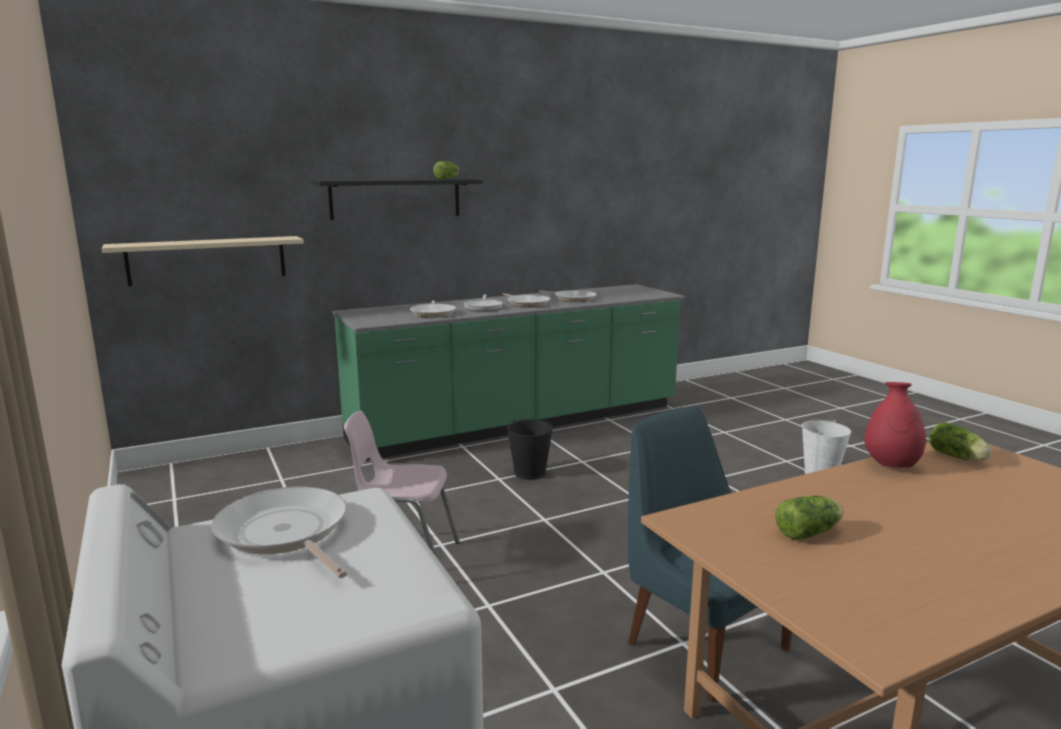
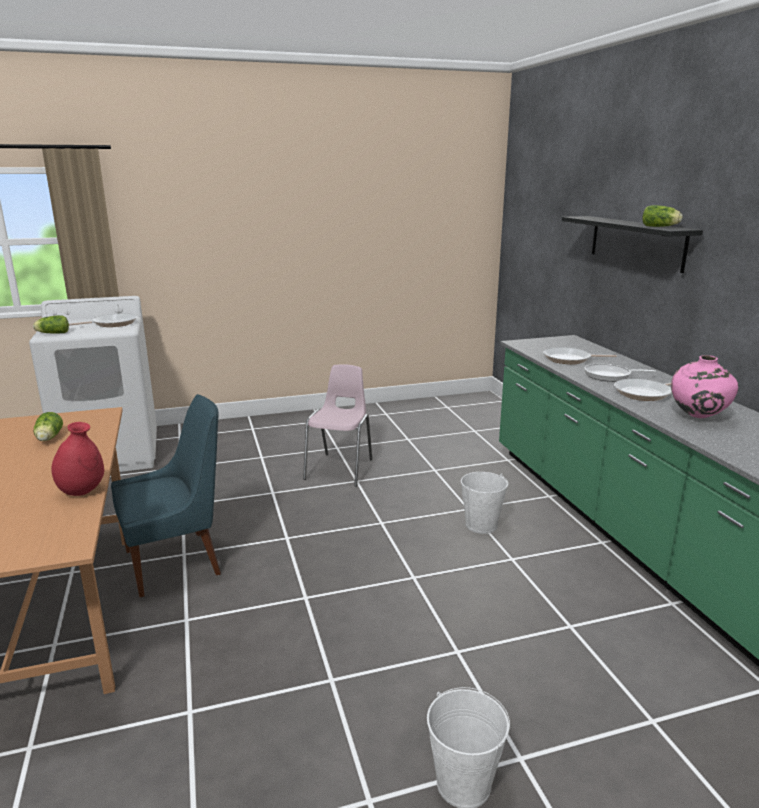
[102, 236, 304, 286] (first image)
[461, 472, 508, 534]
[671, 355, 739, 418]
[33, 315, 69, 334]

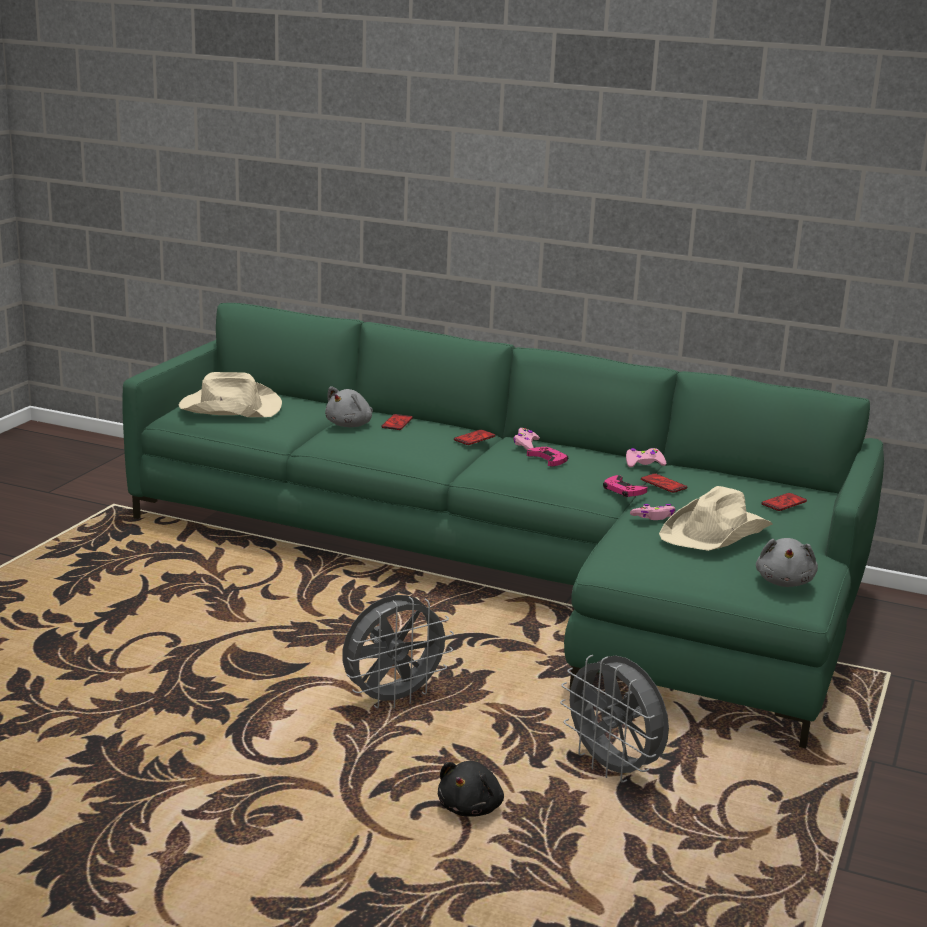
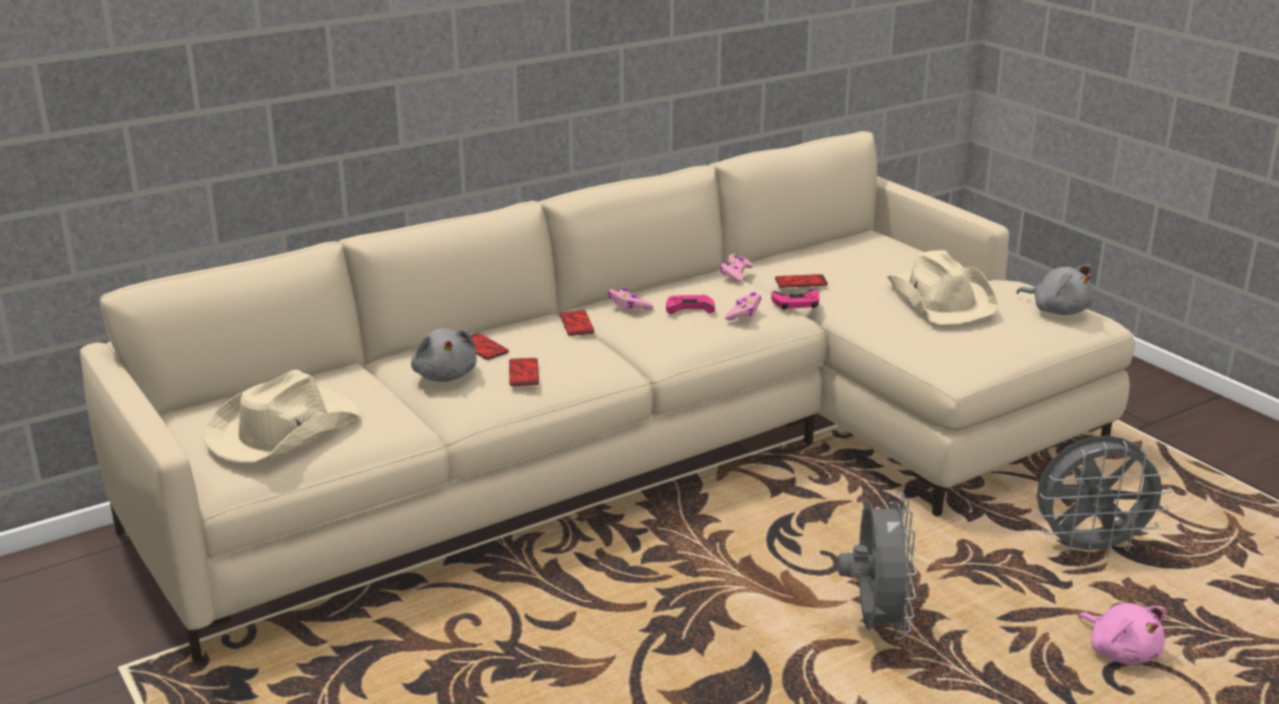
[80, 131, 1135, 663]
[1078, 603, 1166, 665]
[725, 292, 761, 320]
[509, 358, 539, 386]

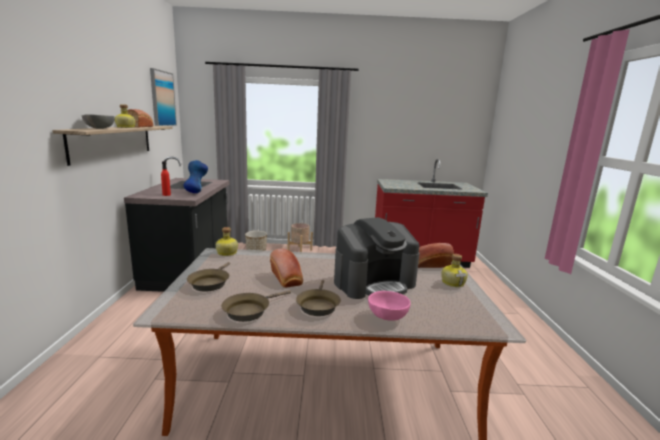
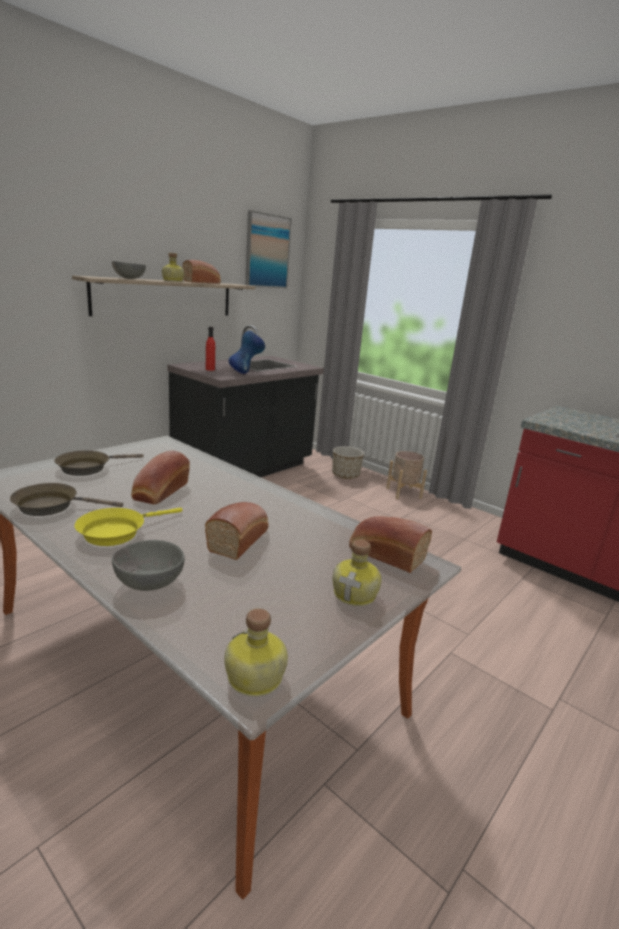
[224, 608, 288, 696]
[74, 508, 183, 546]
[205, 502, 269, 560]
[112, 540, 185, 591]

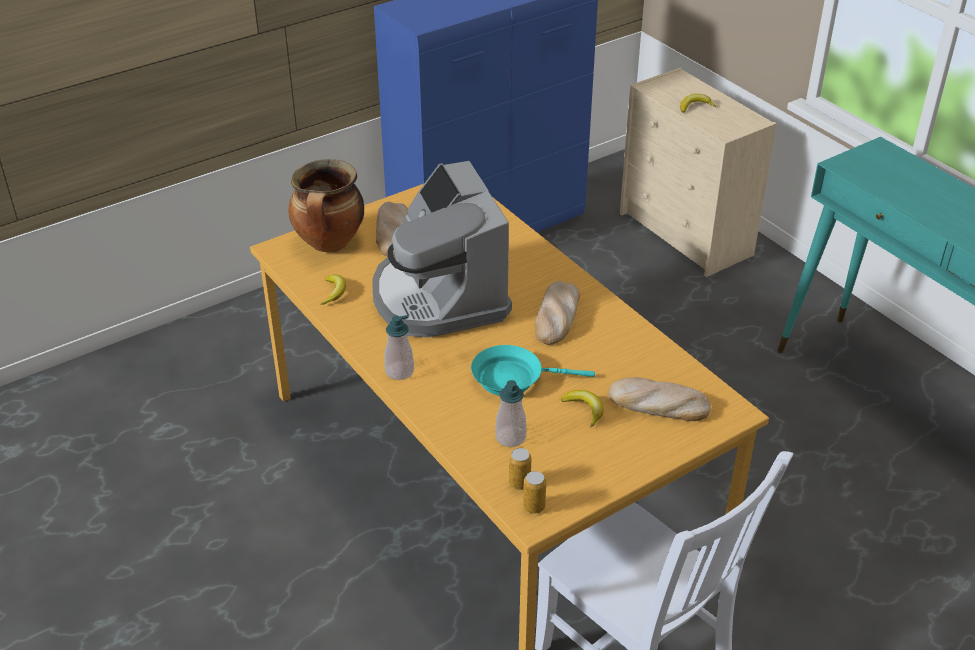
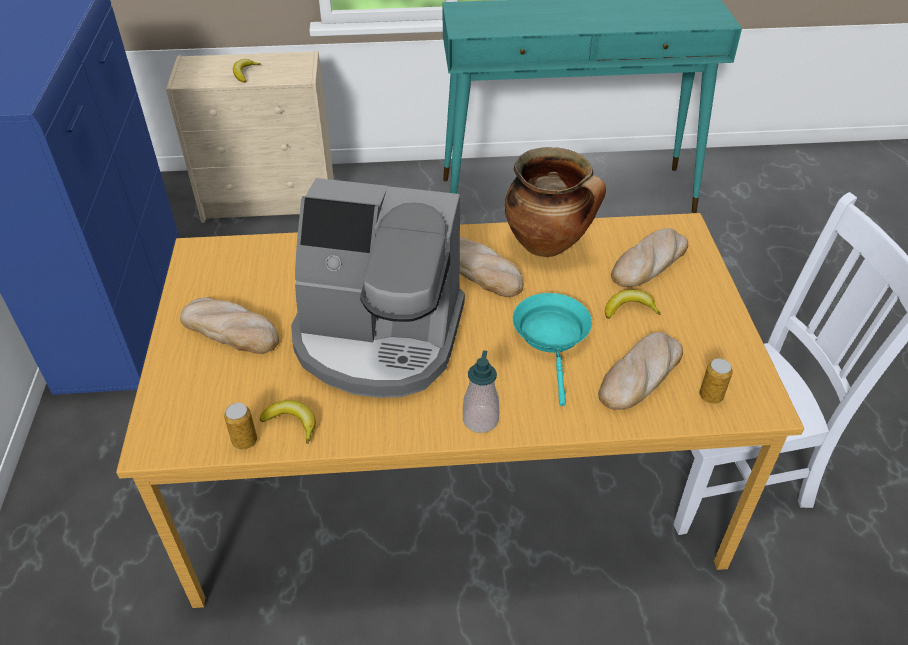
[505, 147, 606, 257]
[513, 293, 592, 406]
[598, 332, 683, 410]
[224, 403, 257, 449]

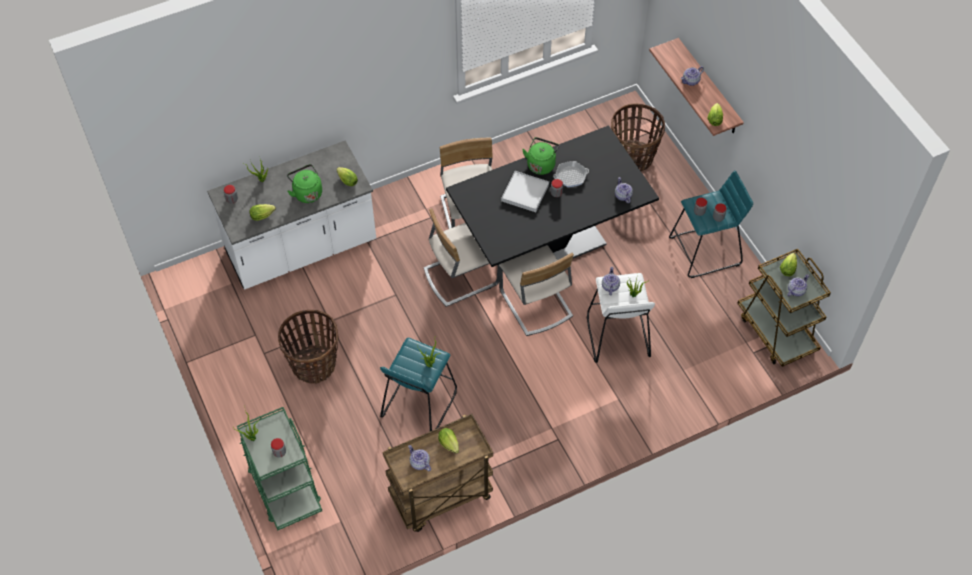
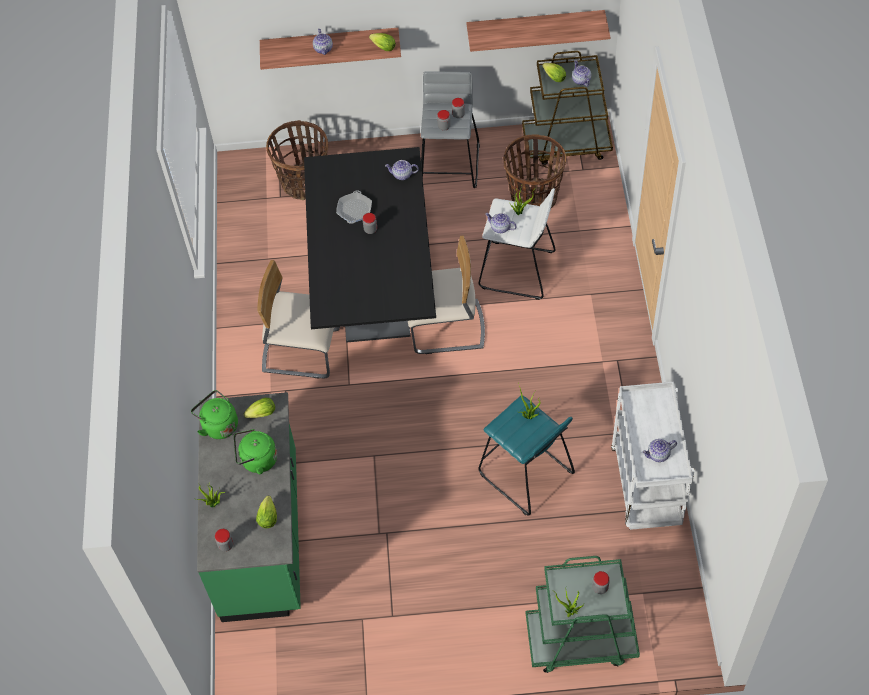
[197, 392, 301, 622]
[503, 134, 566, 208]
[611, 382, 695, 530]
[424, 208, 499, 307] (first image)
[438, 428, 459, 454] (first image)
[501, 171, 549, 212] (first image)
[191, 390, 238, 439]
[421, 71, 480, 188]
[467, 10, 610, 52]

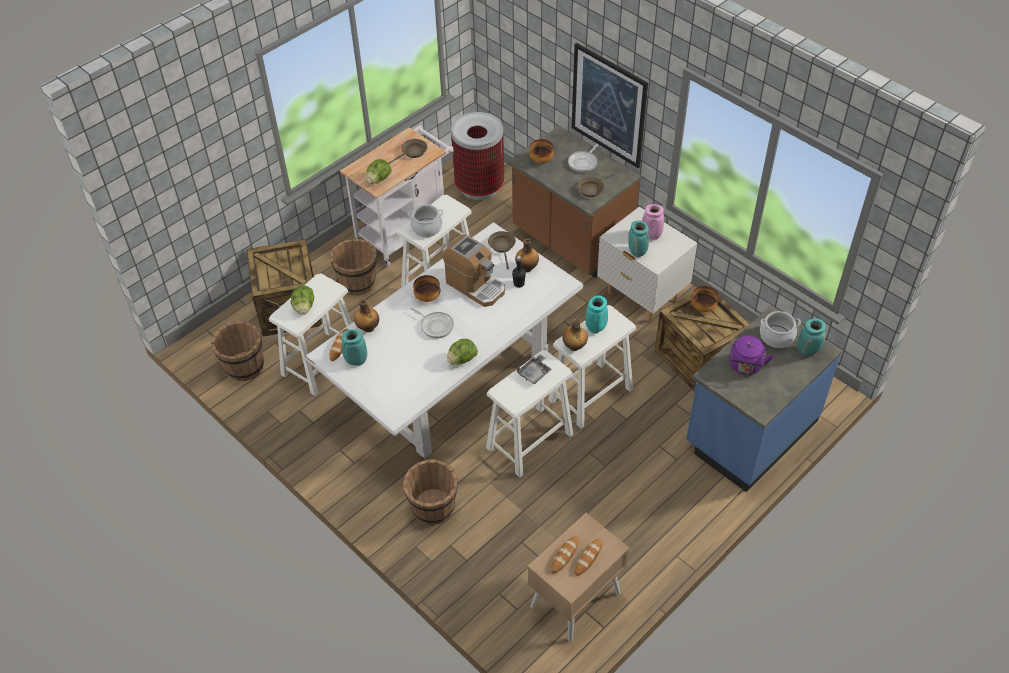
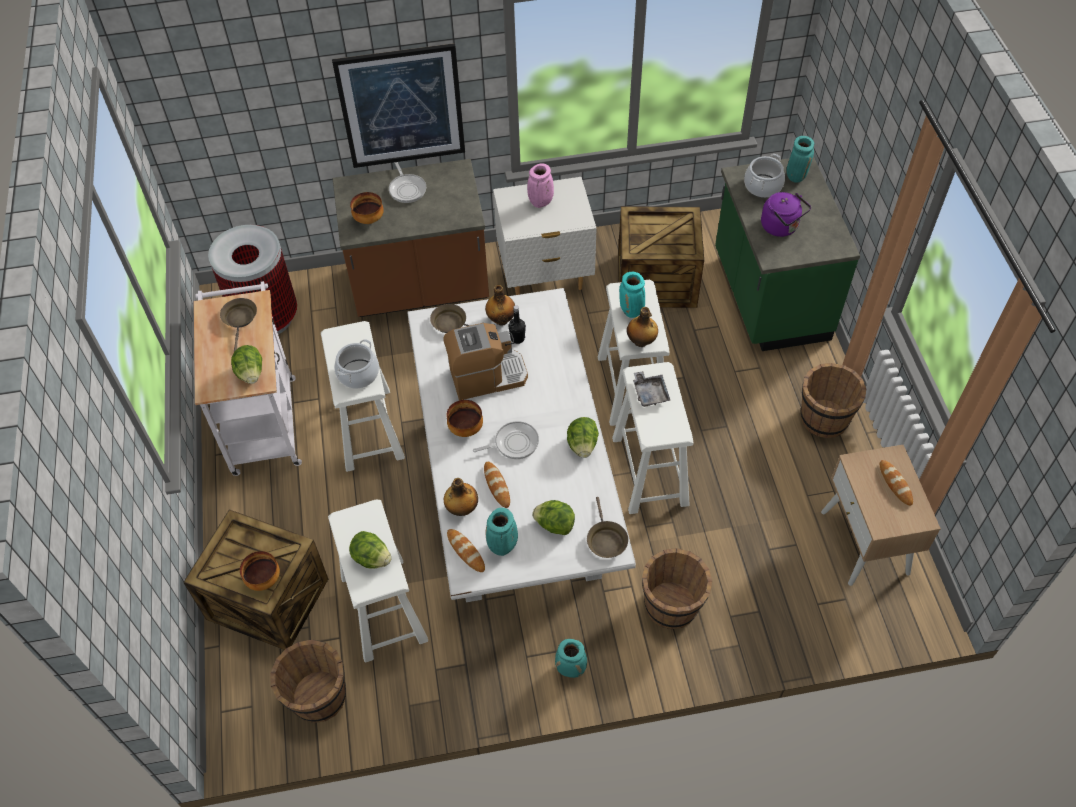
[801, 363, 866, 438]
[484, 462, 510, 508]
[587, 497, 628, 558]
[555, 639, 587, 678]
[715, 156, 860, 351]
[240, 551, 280, 591]
[532, 500, 575, 535]

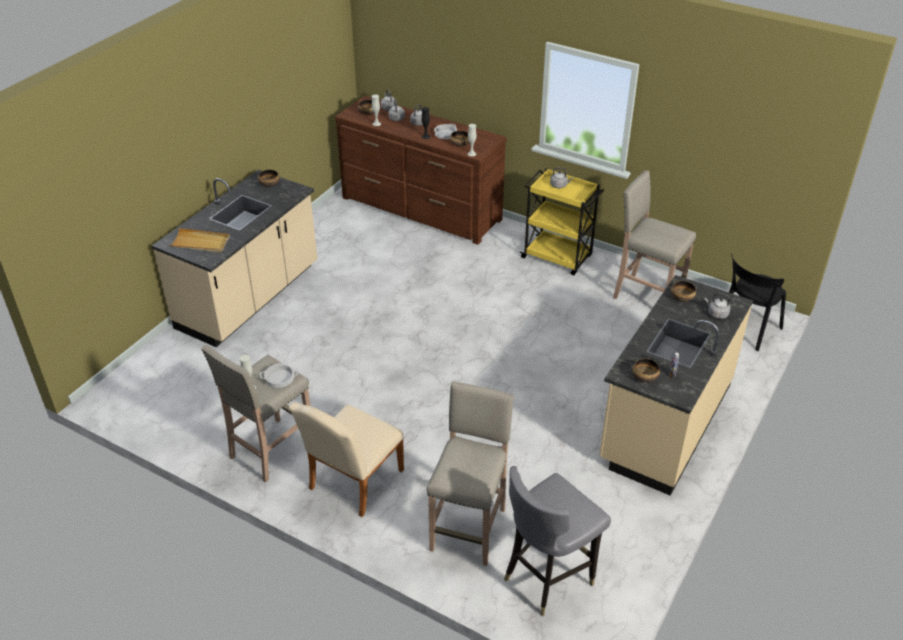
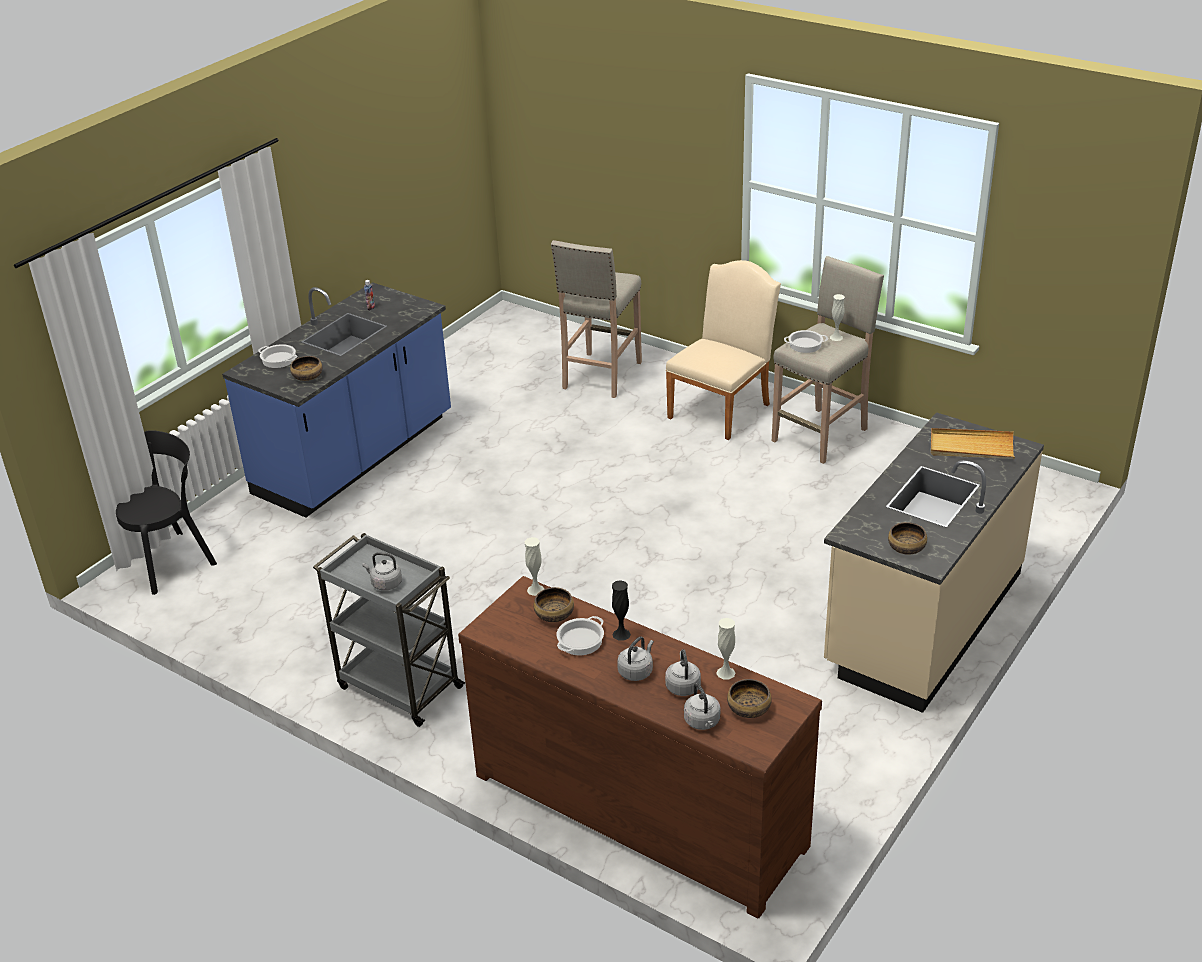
[504, 466, 611, 616] (first image)
[313, 533, 465, 727]
[222, 282, 451, 518]
[613, 170, 696, 299] (first image)
[632, 358, 660, 382] (first image)
[258, 344, 297, 368]

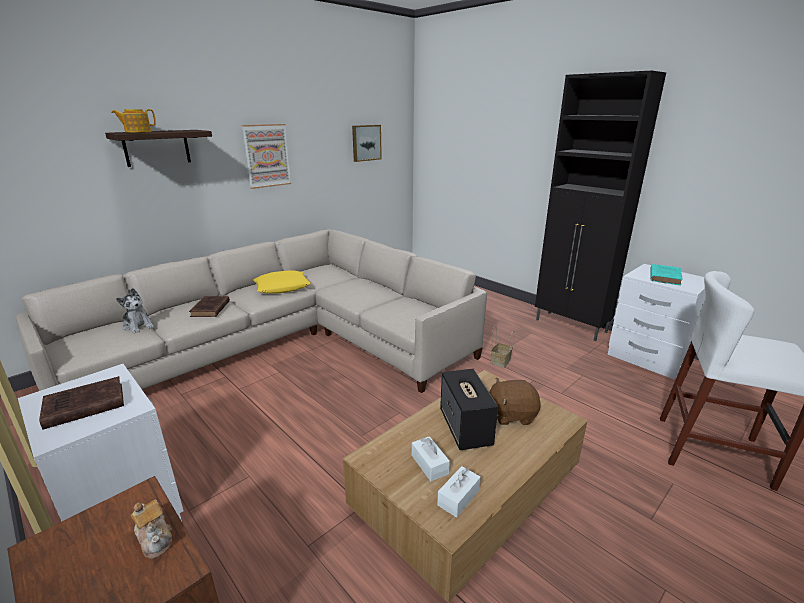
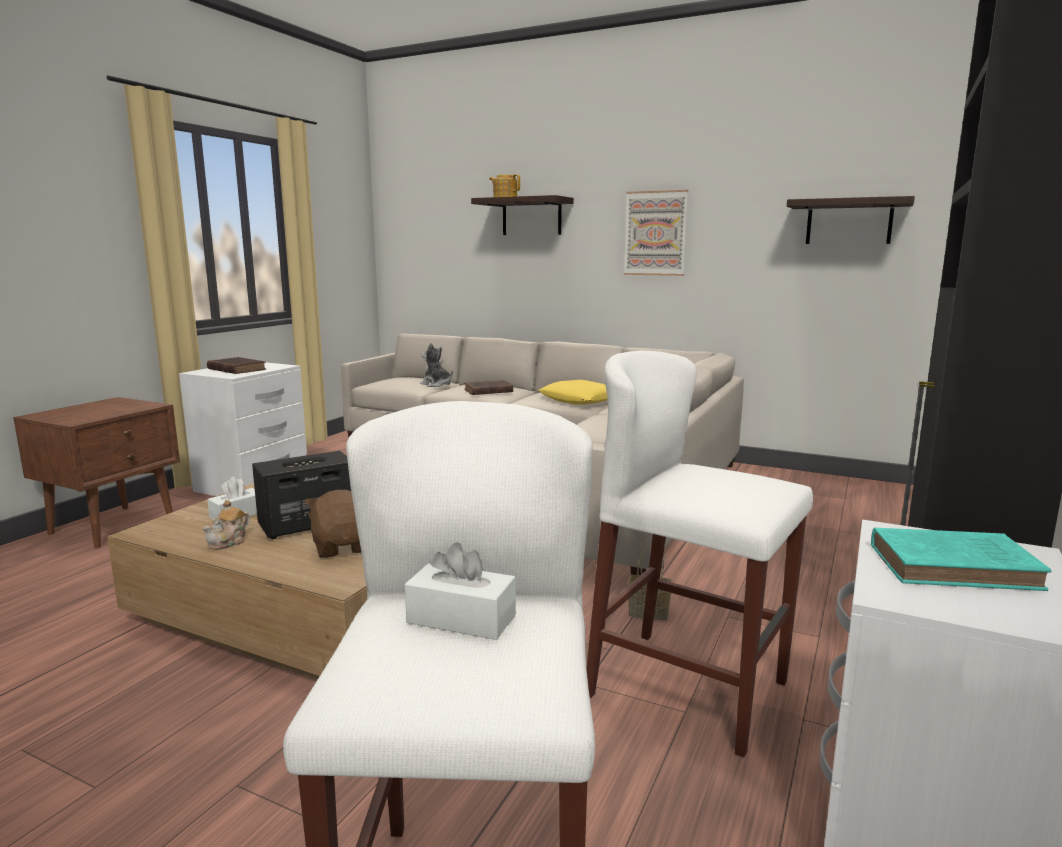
[420, 343, 453, 387]
[202, 500, 250, 550]
[787, 196, 915, 244]
[405, 542, 516, 640]
[586, 351, 813, 758]

